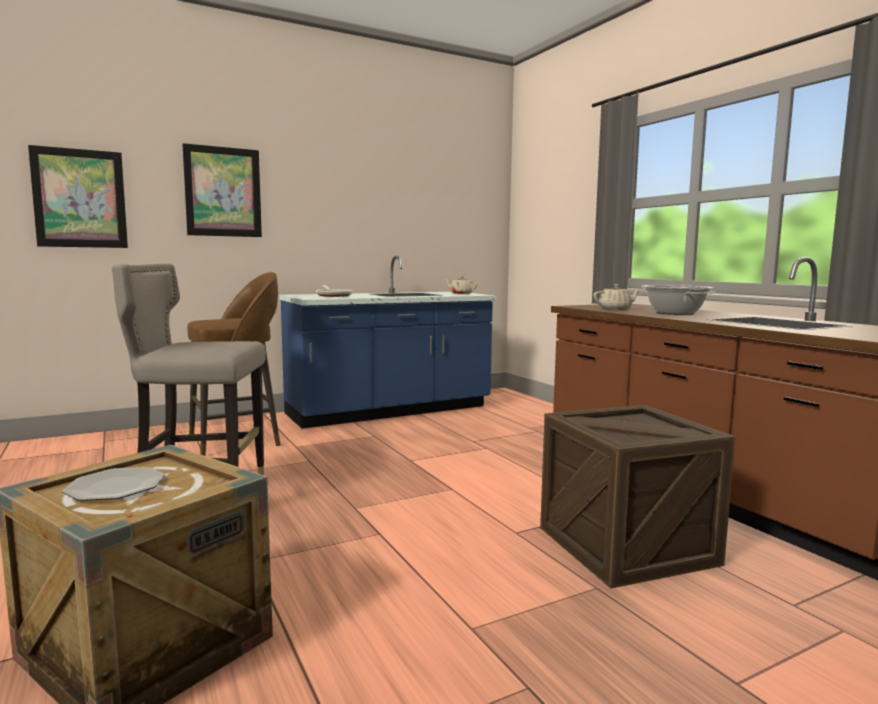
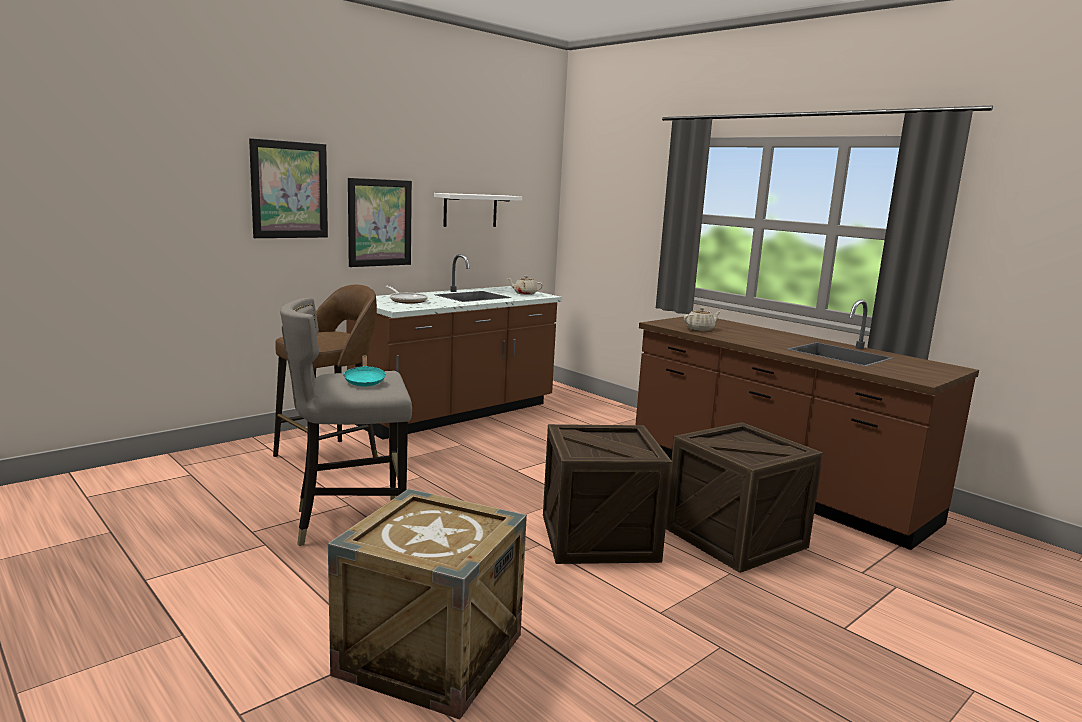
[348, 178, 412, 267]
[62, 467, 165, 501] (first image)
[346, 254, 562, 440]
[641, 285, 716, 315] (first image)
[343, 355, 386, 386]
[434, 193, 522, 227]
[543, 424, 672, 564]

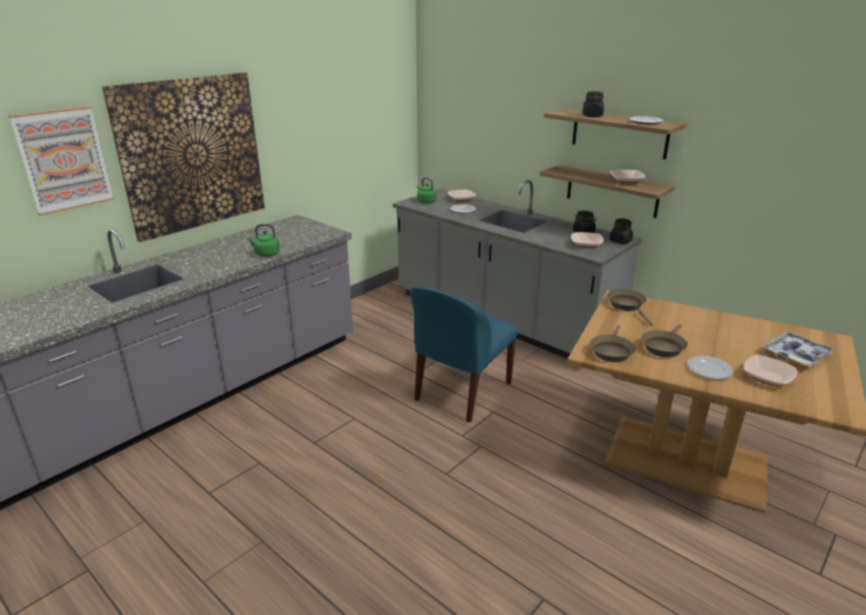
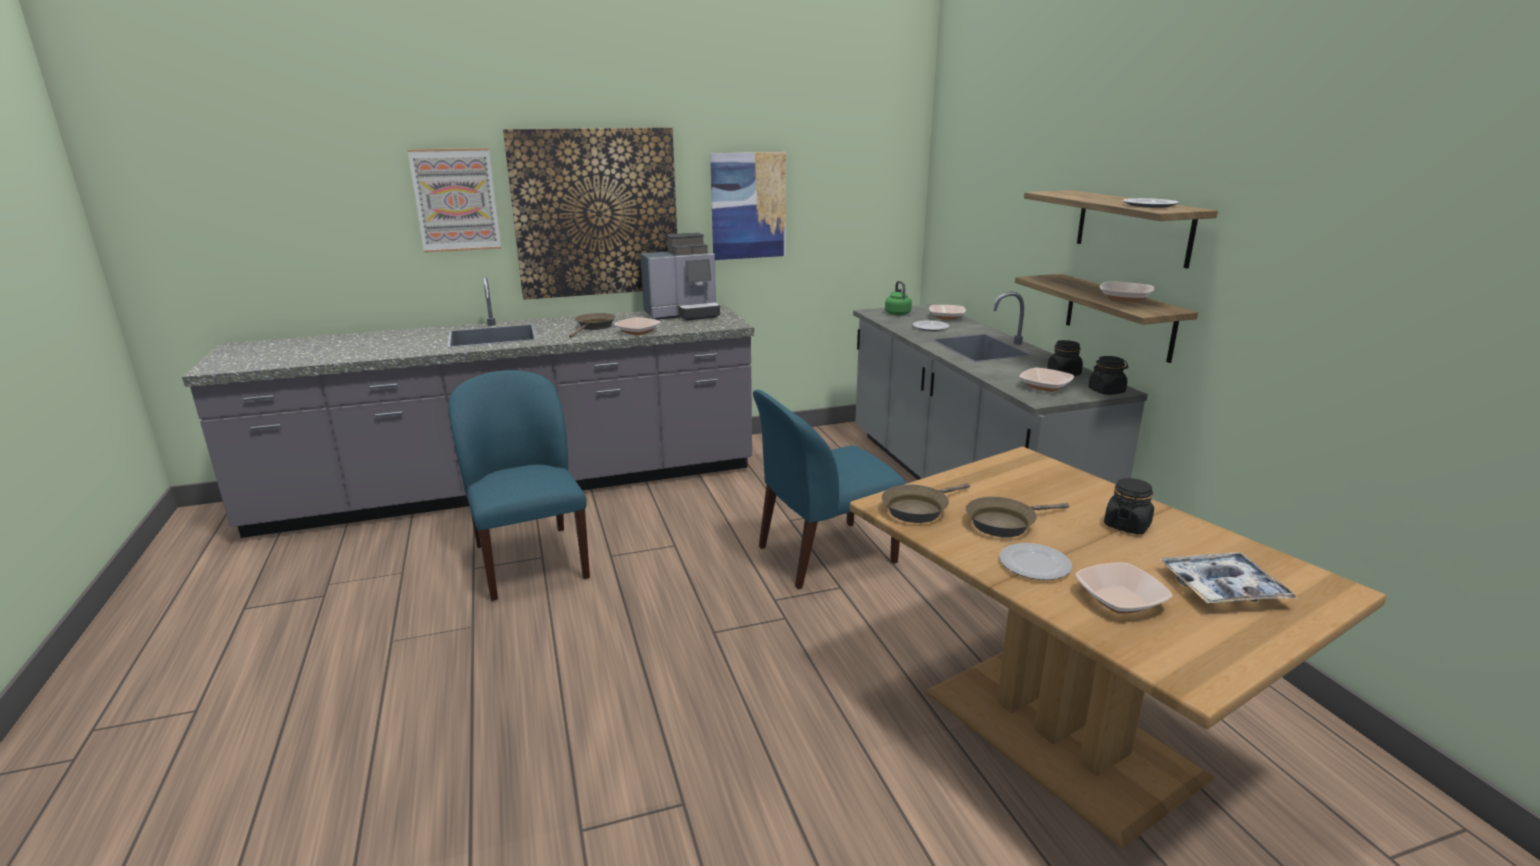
[614, 317, 660, 335]
[1104, 478, 1154, 534]
[569, 313, 616, 338]
[448, 370, 590, 601]
[640, 233, 720, 320]
[710, 152, 786, 260]

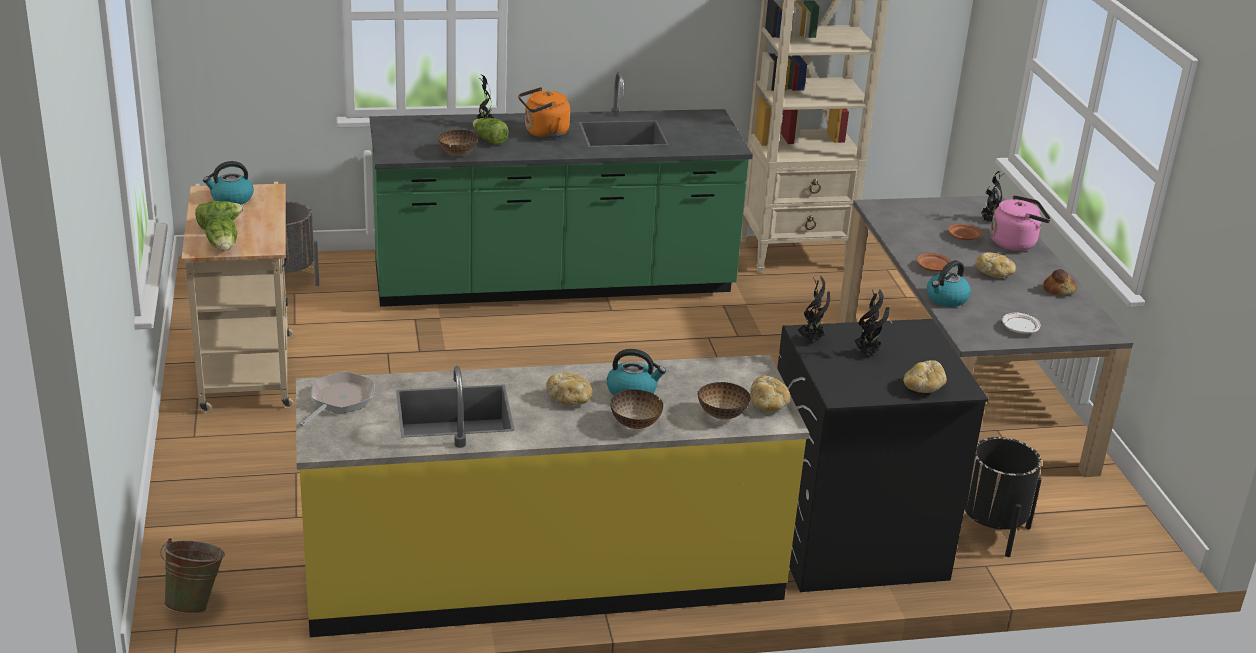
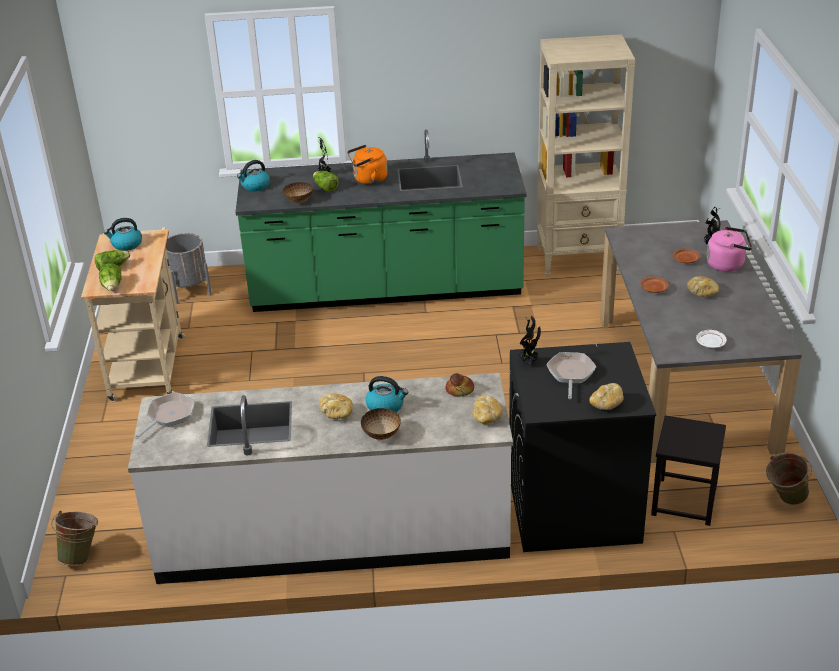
[128, 373, 513, 584]
[697, 382, 751, 420] (first image)
[546, 352, 597, 399]
[237, 160, 270, 191]
[651, 415, 726, 526]
[445, 373, 474, 396]
[766, 453, 812, 505]

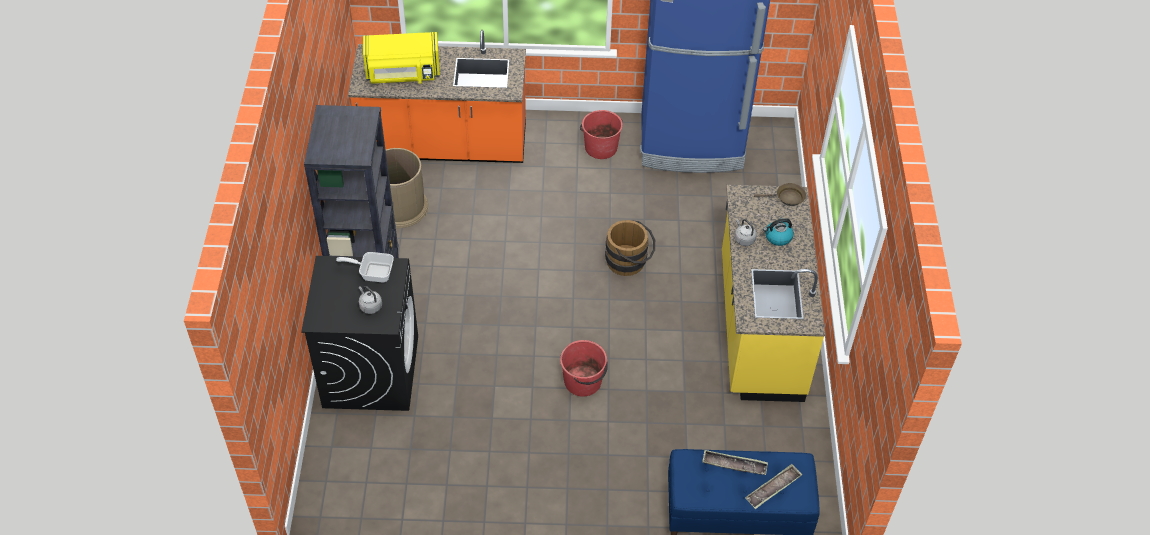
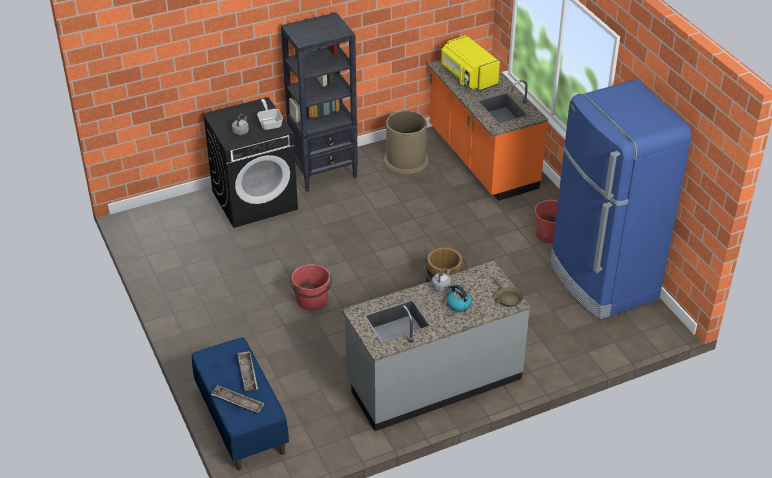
[342, 261, 531, 431]

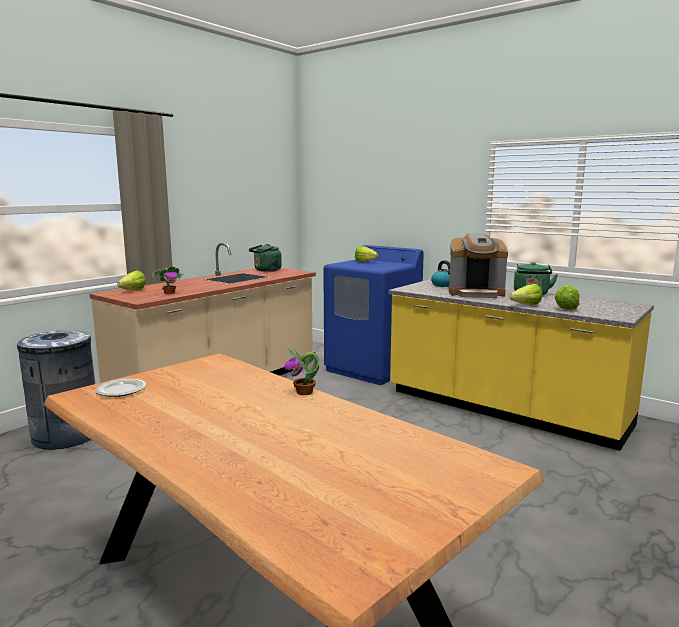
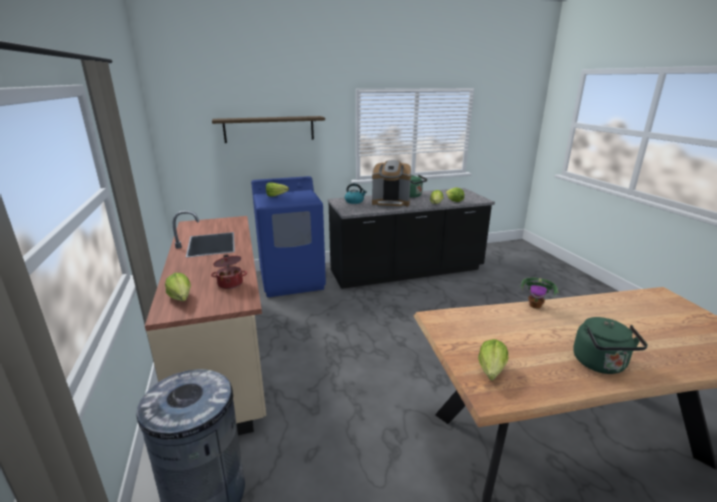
[478, 339, 508, 381]
[211, 254, 247, 289]
[573, 317, 648, 374]
[328, 188, 495, 289]
[372, 160, 411, 208]
[212, 116, 325, 143]

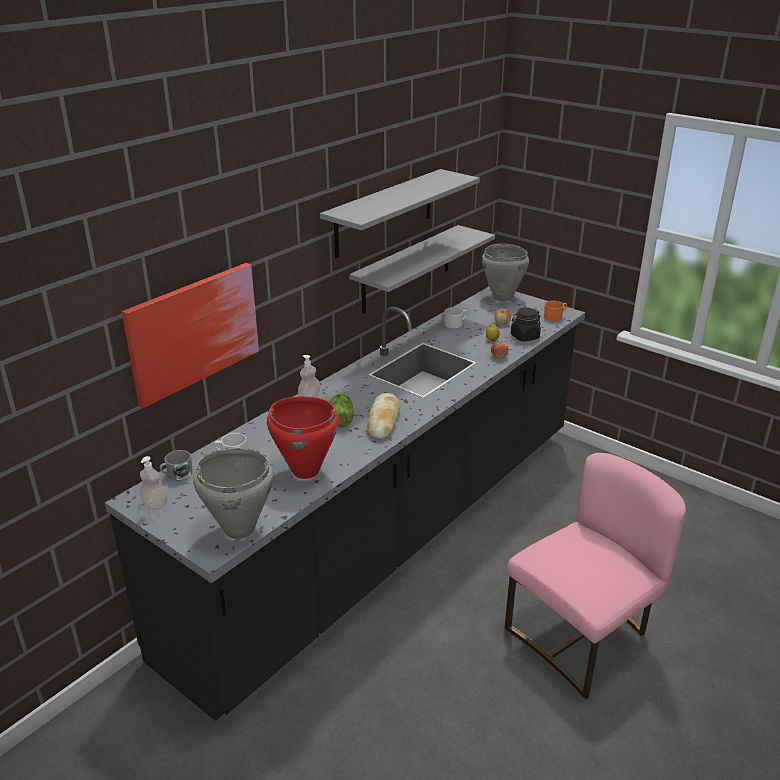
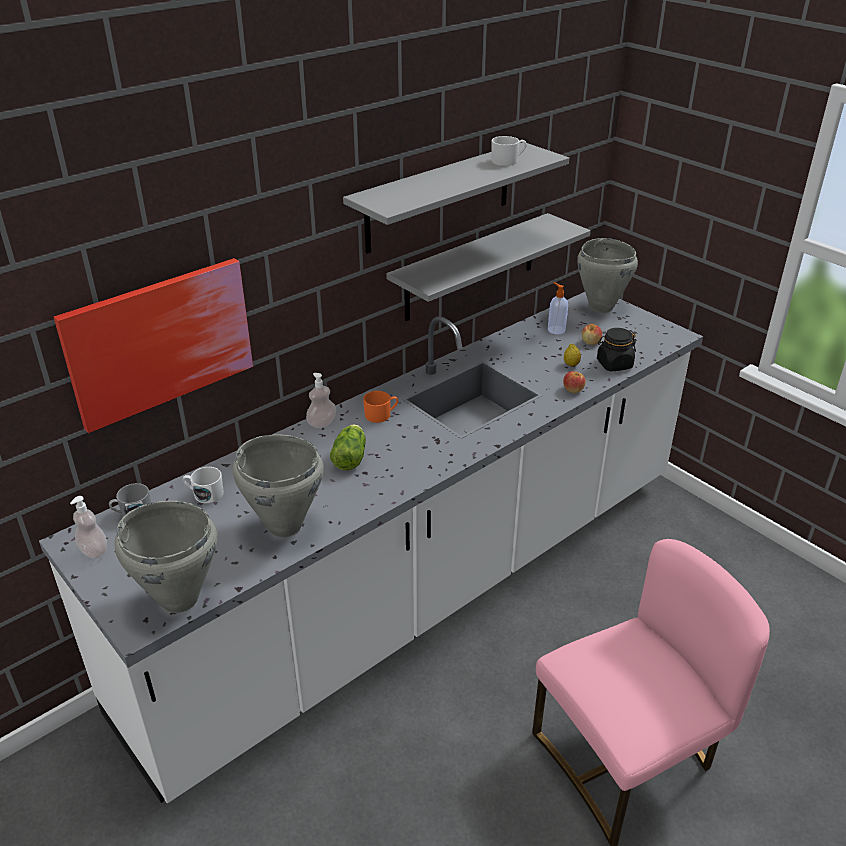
[39, 292, 703, 803]
[233, 434, 324, 537]
[367, 393, 400, 439] (first image)
[491, 136, 527, 166]
[363, 391, 398, 423]
[548, 282, 568, 334]

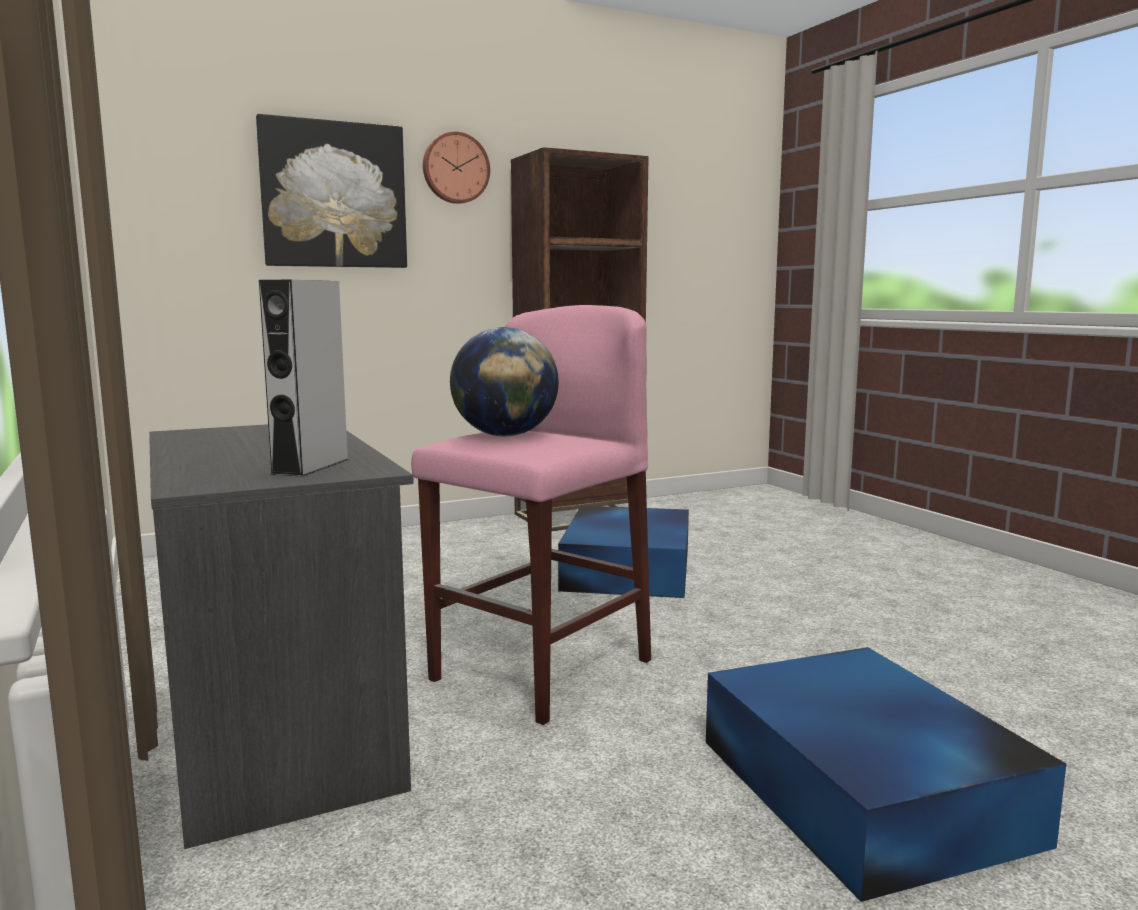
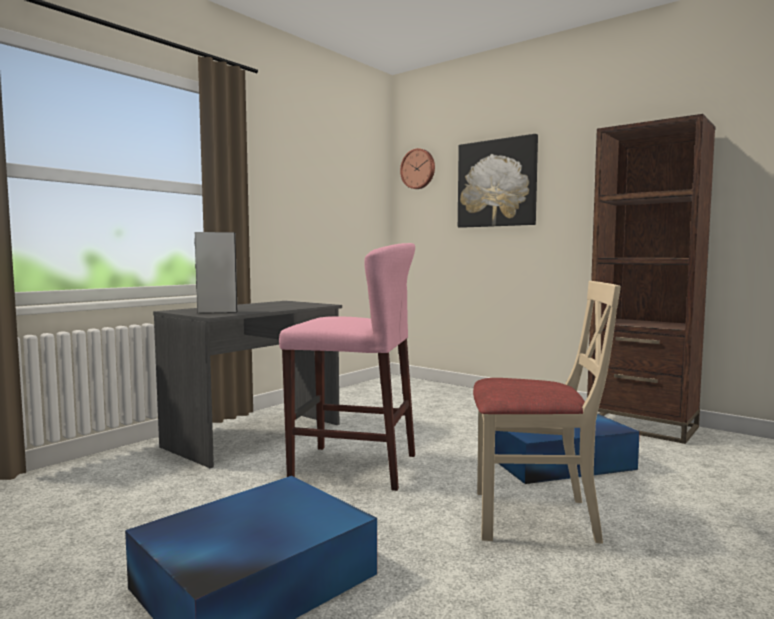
[400, 148, 435, 189]
[450, 327, 559, 436] (first image)
[473, 281, 621, 543]

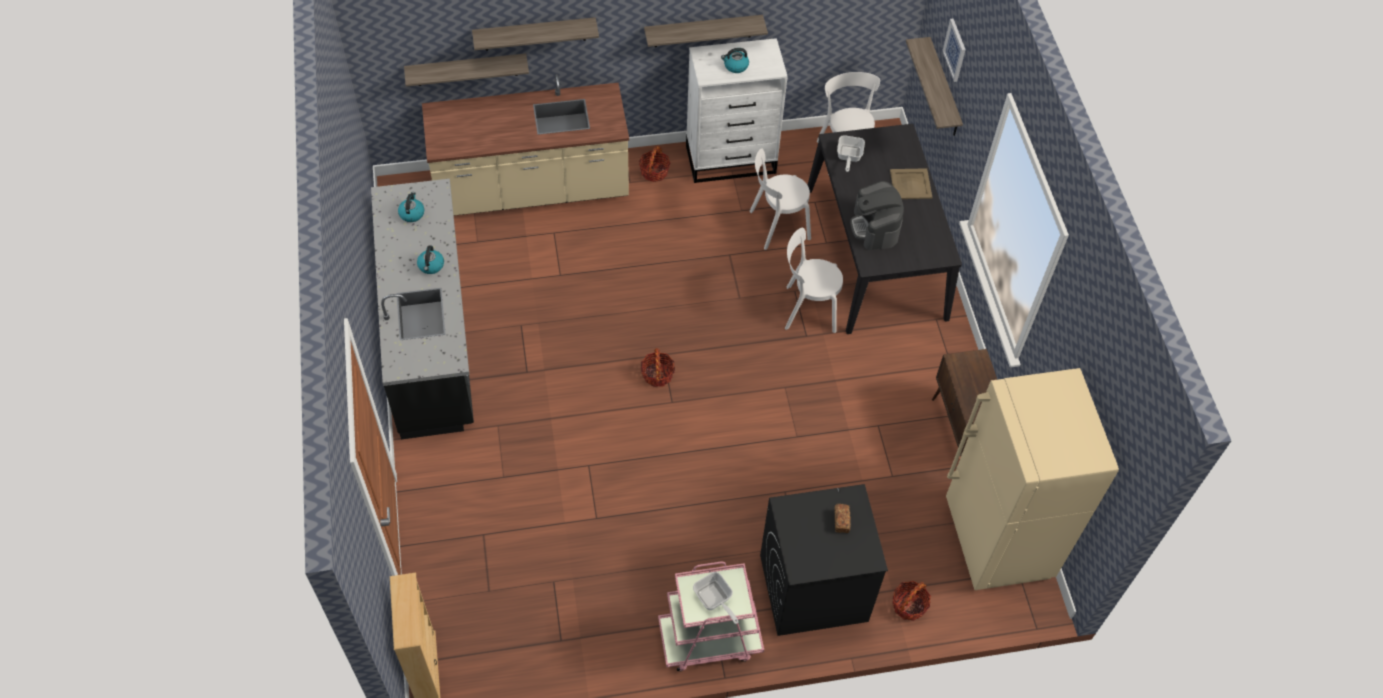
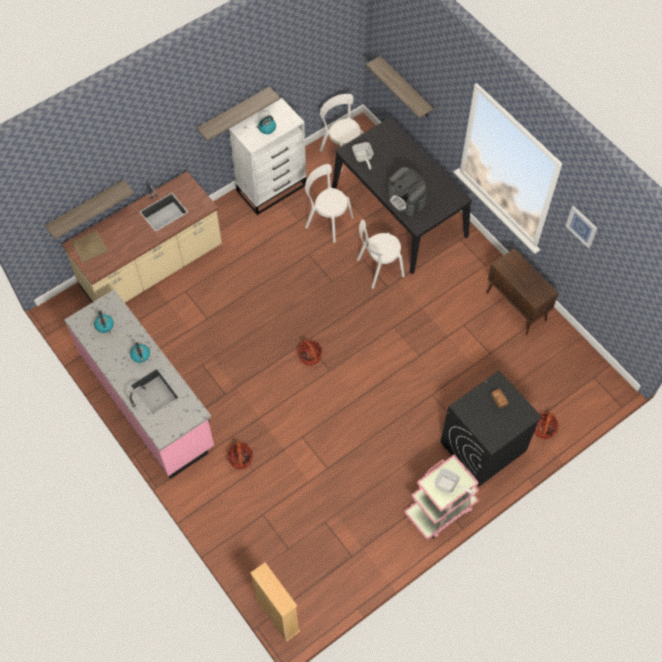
[64, 290, 214, 479]
[472, 17, 599, 51] (first image)
[227, 442, 253, 469]
[305, 164, 354, 243]
[71, 230, 108, 263]
[566, 206, 598, 249]
[946, 368, 1119, 590] (first image)

